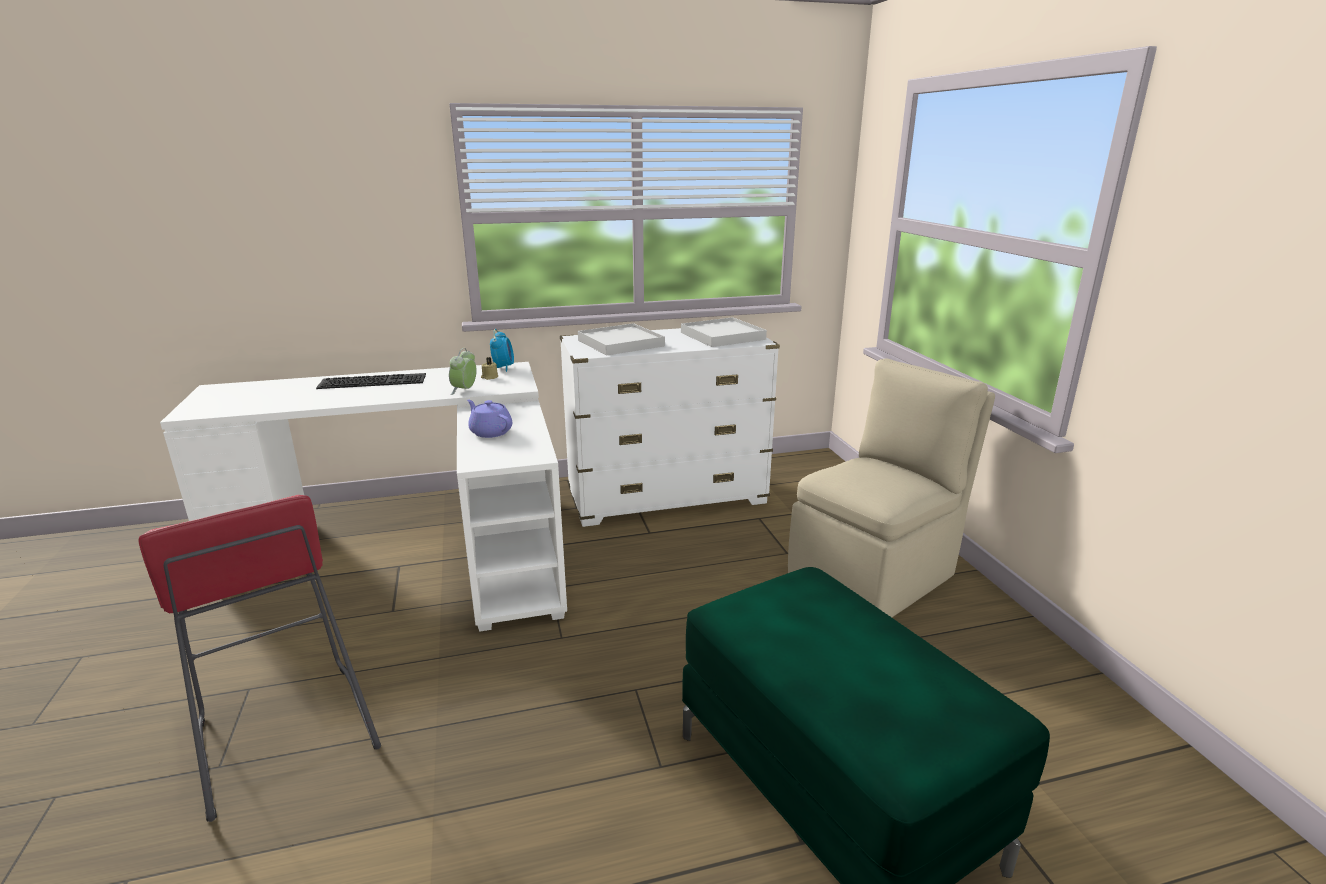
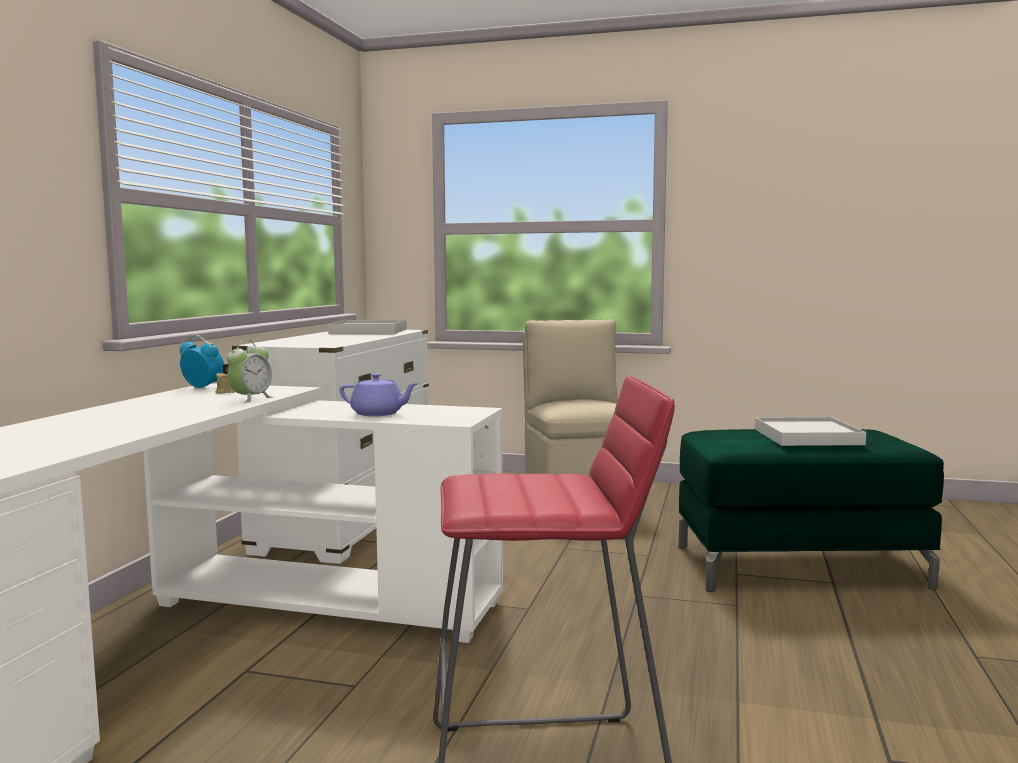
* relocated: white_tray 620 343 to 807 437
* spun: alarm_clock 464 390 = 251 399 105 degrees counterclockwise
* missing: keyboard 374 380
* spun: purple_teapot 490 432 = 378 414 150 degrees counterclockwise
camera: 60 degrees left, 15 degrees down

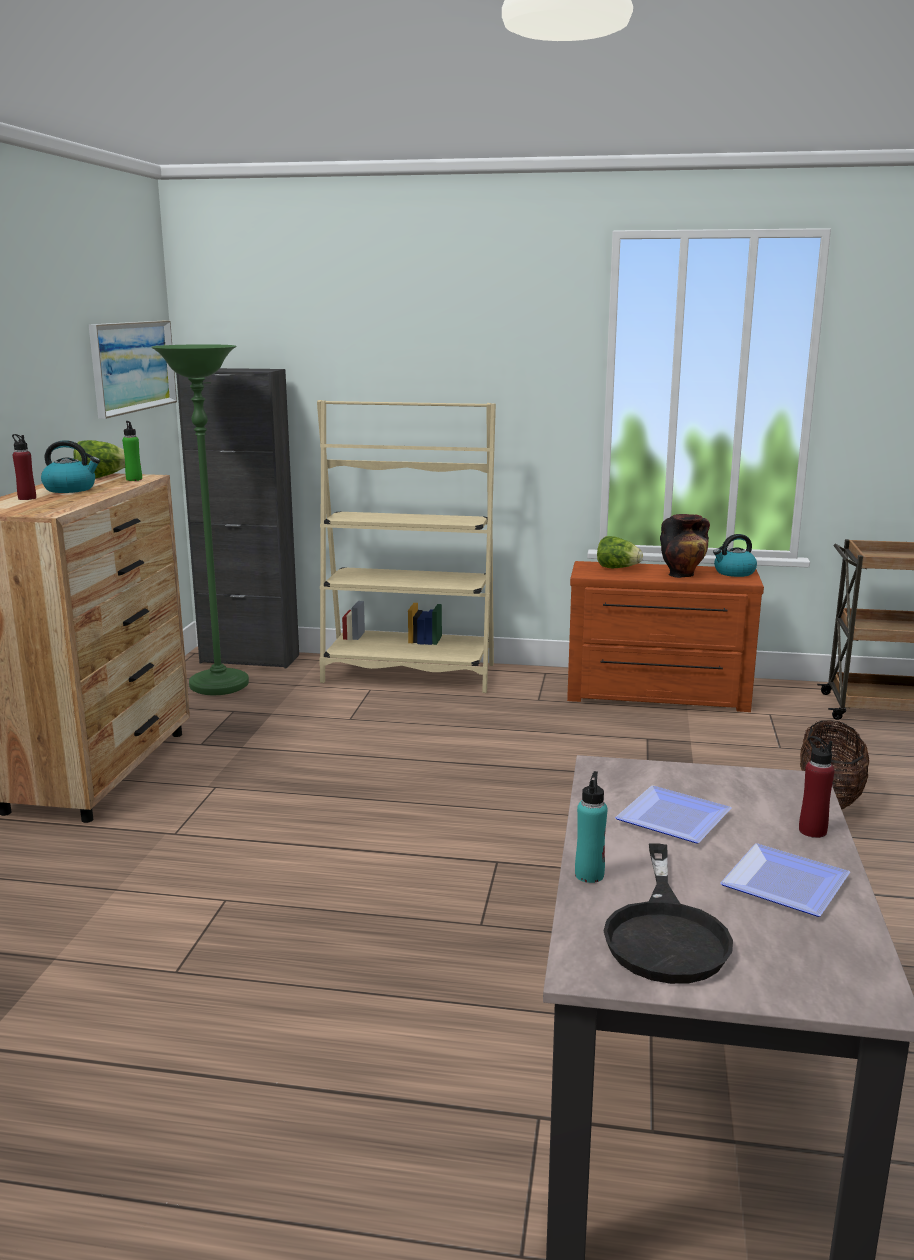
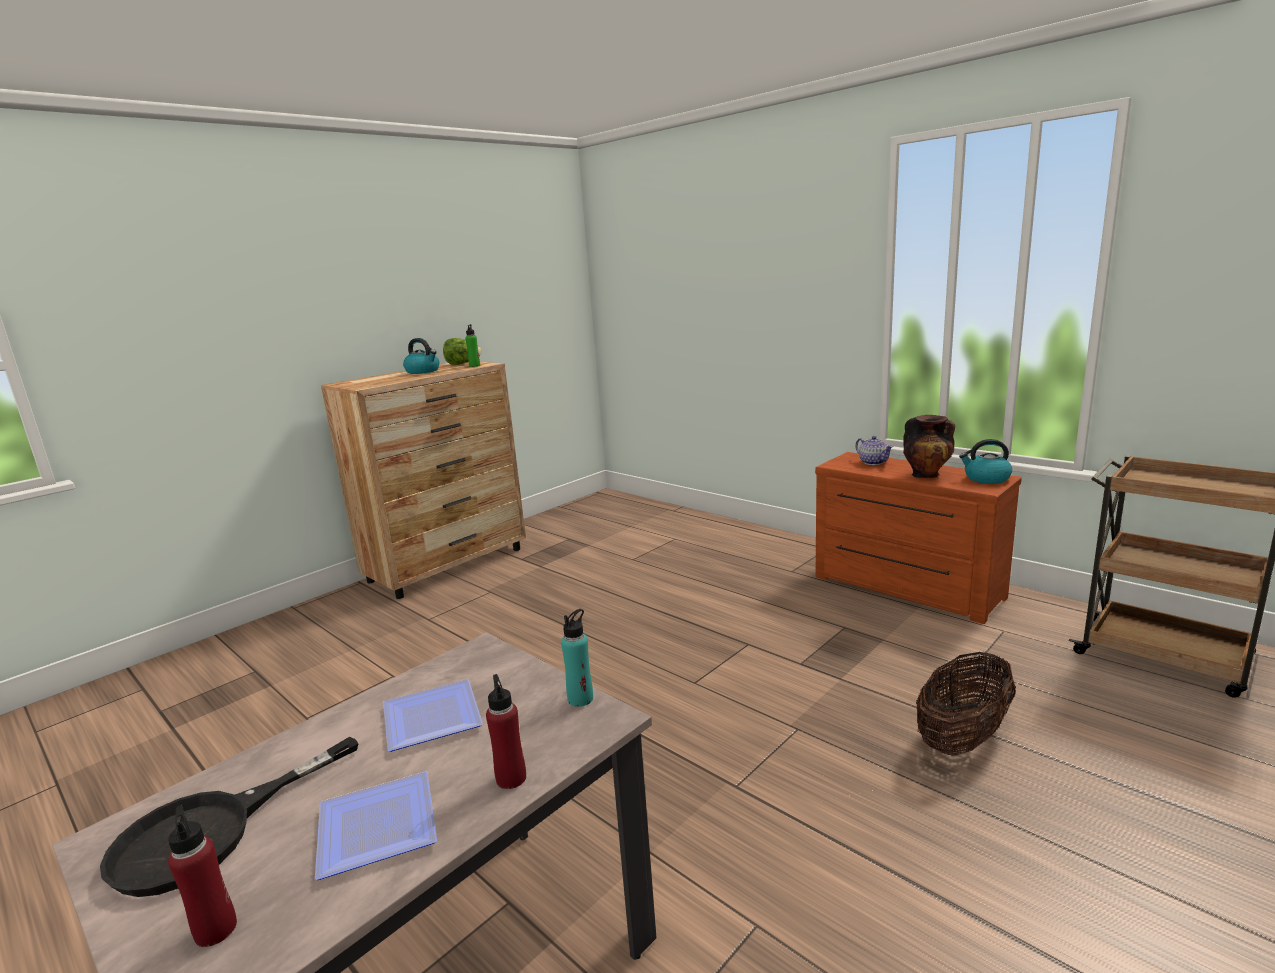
* missing: picture 132 366
* missing: green_floor_lamp 219 686
* missing: black_cabinet 249 659
* missing: beige_bookcase 409 674
* relocated: red_bottle 27 498 to 216 929
* exchanged: lettuce 617 568 to teapot 873 462
* relocated: turquoise_bottle 589 875 to 580 699
camera: 35 degrees right, 0 degrees up

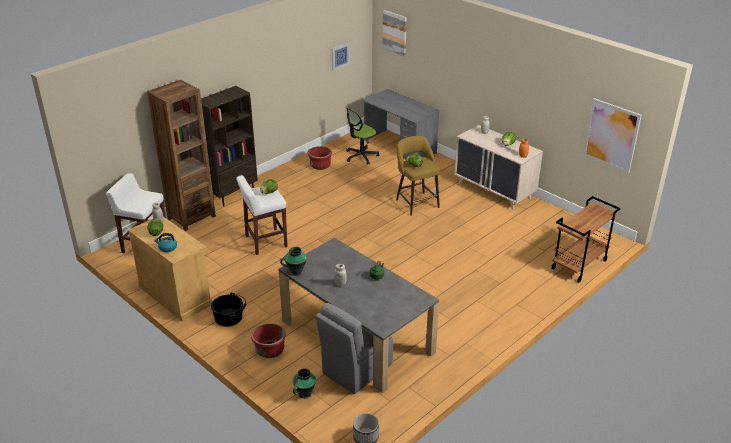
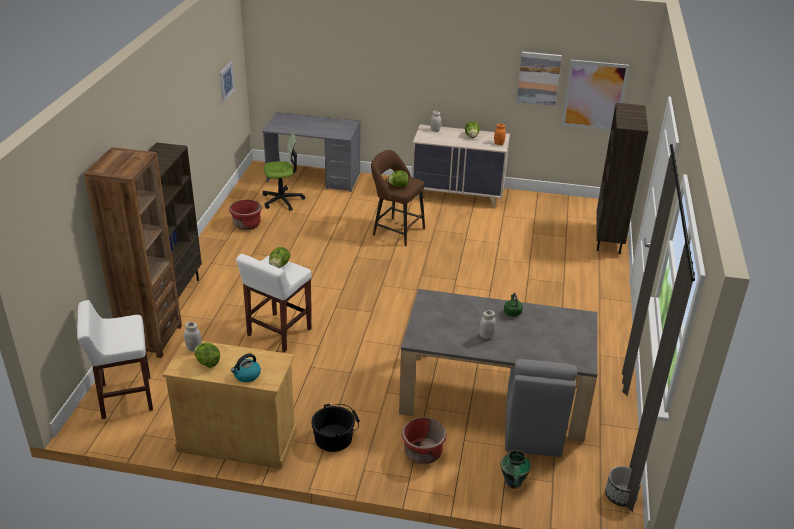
* relocated: picture 395 32 to 538 78
* spun: office_chair 361 156 = 282 200 120 degrees counterclockwise
* colour: yellow_stool 416 202 to brown_stool 396 231
* exchanged: brown_cart 579 265 to brown_bookcase 608 240
* missing: vase 295 272
camera: 35 degrees left, 0 degrees up

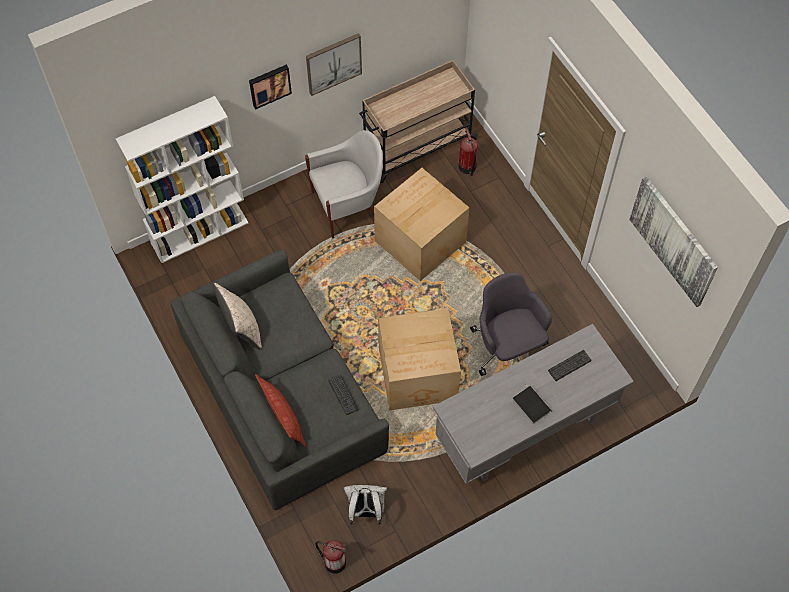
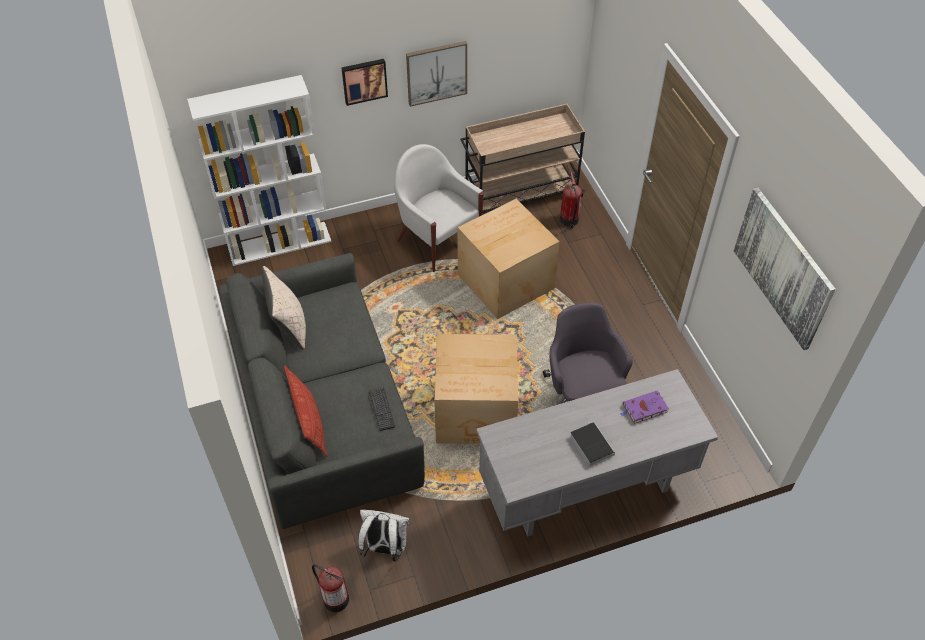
* spun: white_armchair 348 206 = 437 240 120 degrees counterclockwise
* exchanged: keyboard 569 365 to purple_book 644 409
camera: 10 degrees right, 10 degrees down

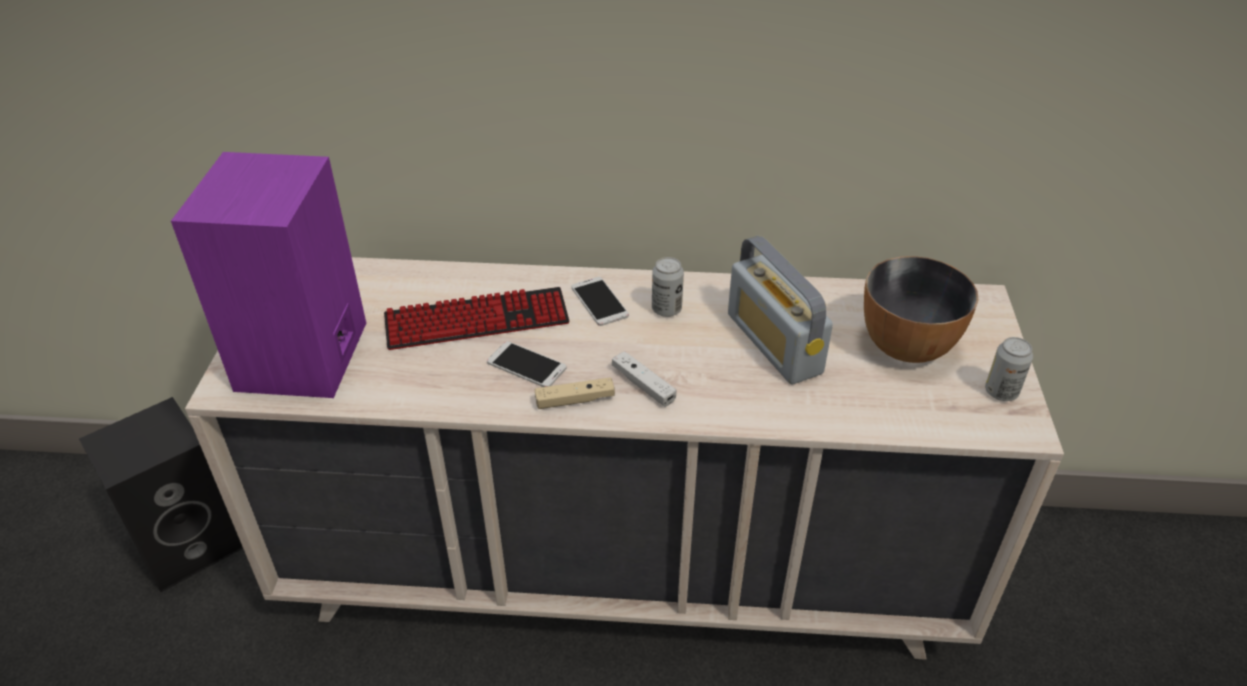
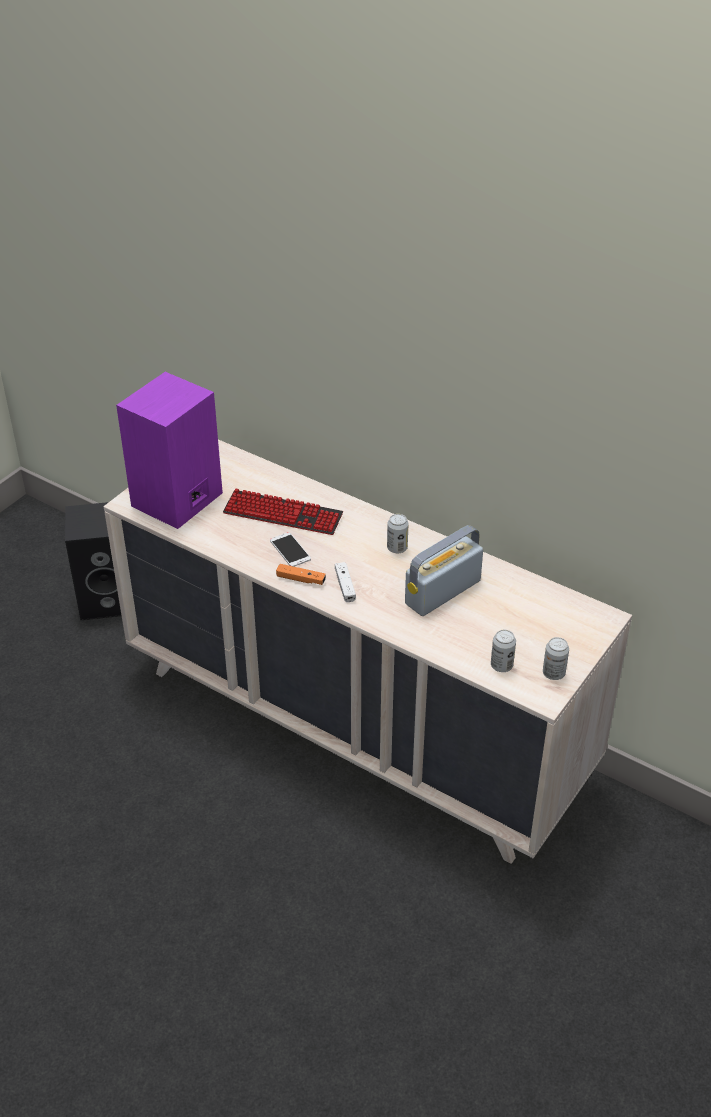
* spun: radio 774 343 = 442 592 45 degrees clockwise
* missing: bowl 907 346
* missing: phone 599 302
* colour: beige_game_controller 575 400 to orange_game_controller 301 579
* appeared: can 501 666
camera: 30 degrees right, 0 degrees up

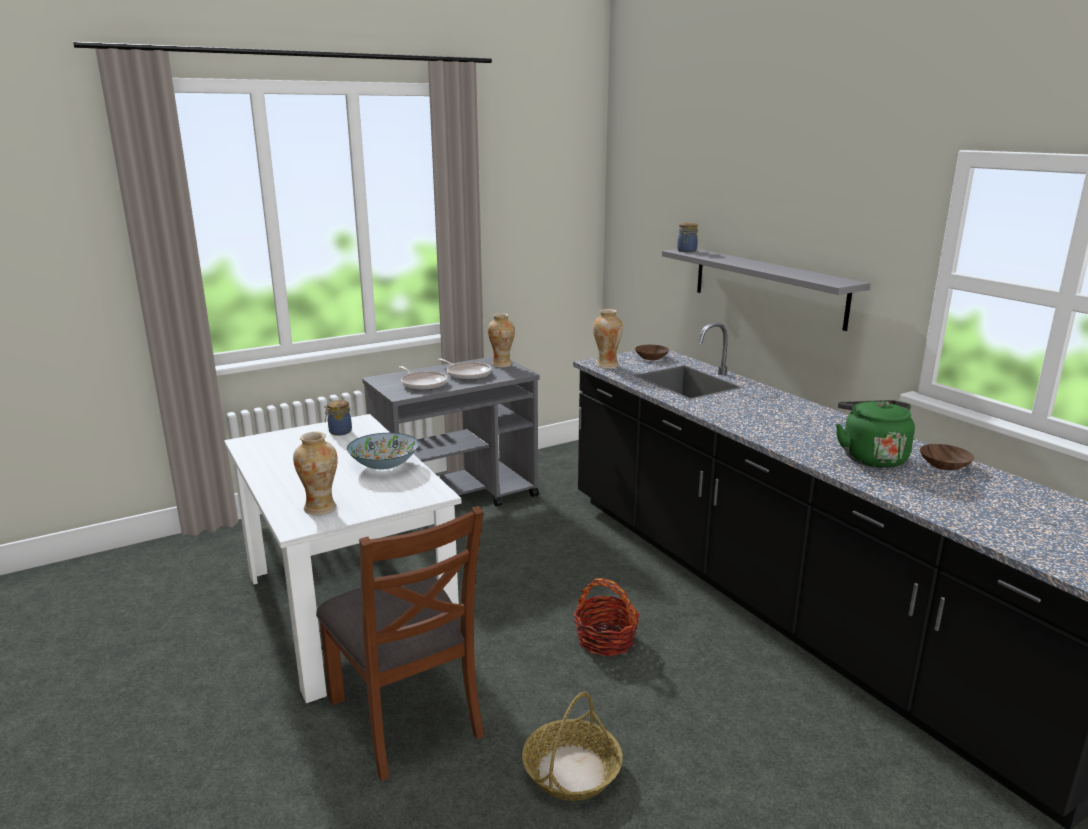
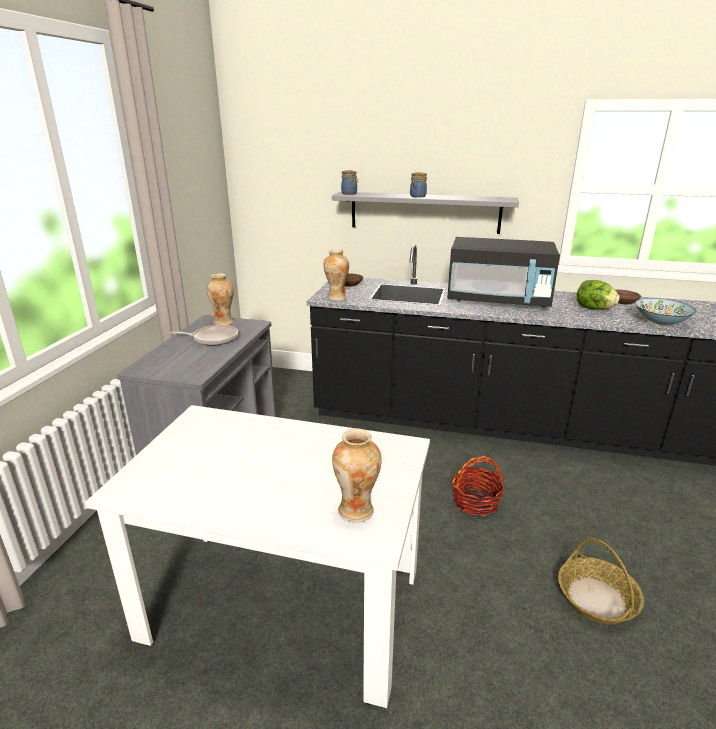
* missing: frying_pan 423 384
* relocated: jar 339 432 to 417 196
* exchanged: green_kettle 871 457 to lettuce 593 308
* relocated: bowl 384 465 to 661 322
* missing: brown_chair 407 716
* appeared: black_microwave 498 300
camera: 45 degrees left, 5 degrees up

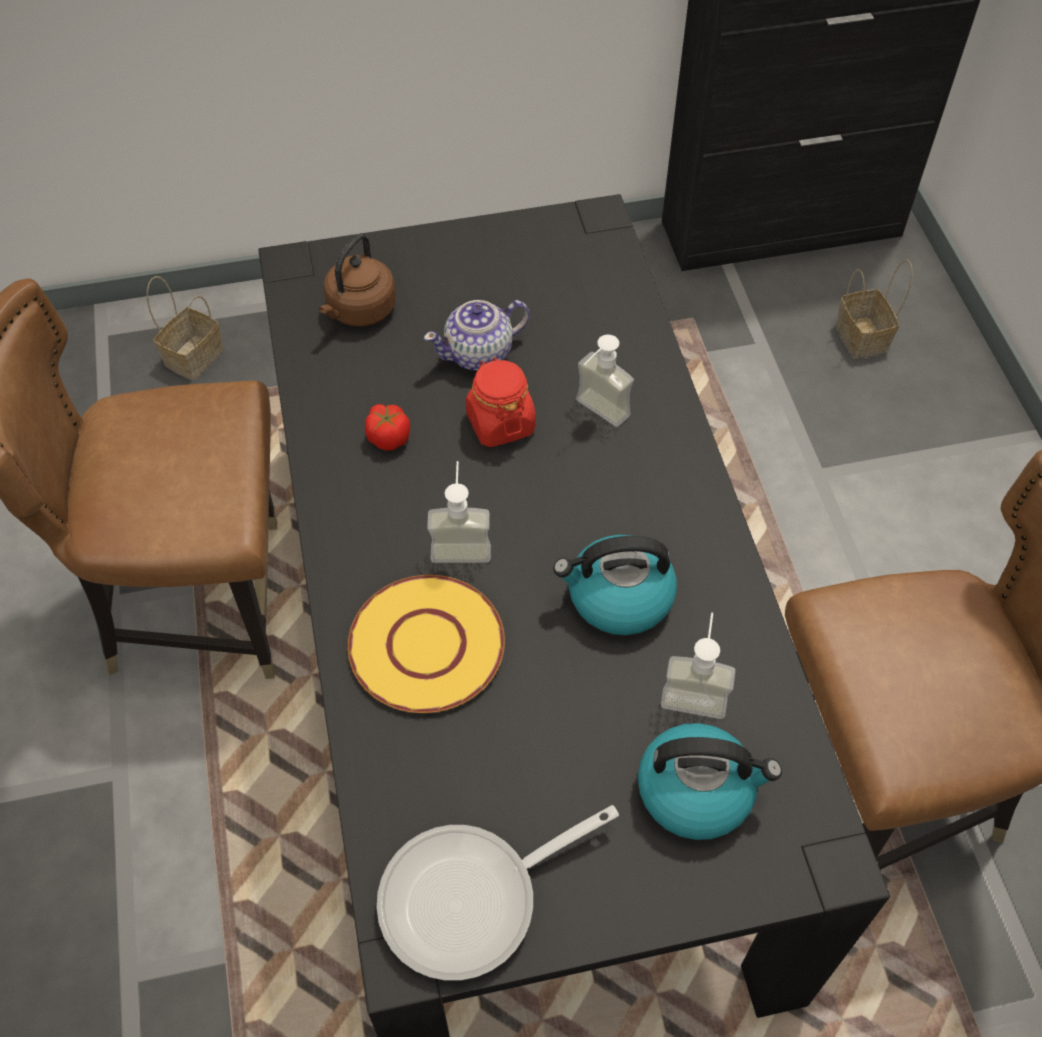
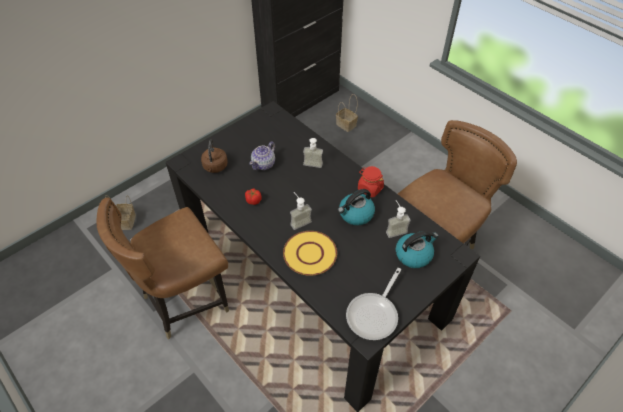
* relocated: red_jar 500 423 to 370 189
camera: 30 degrees left, 5 degrees down

